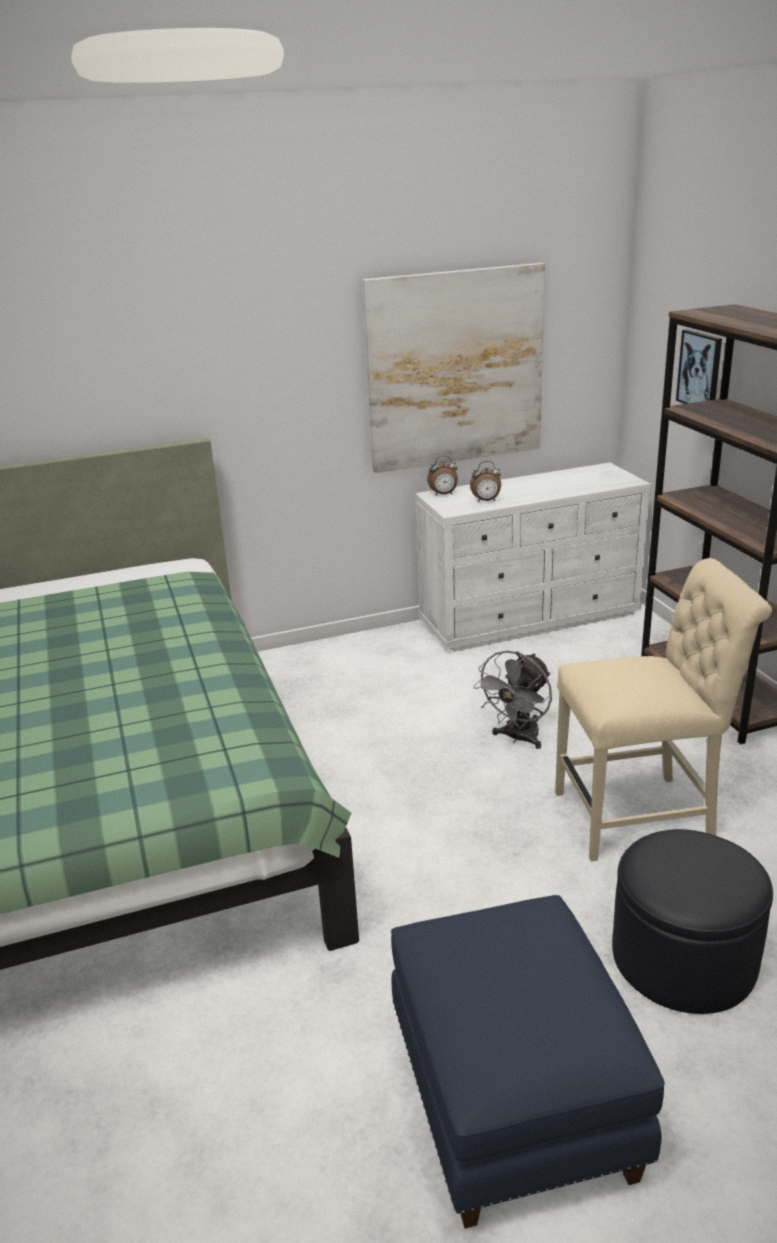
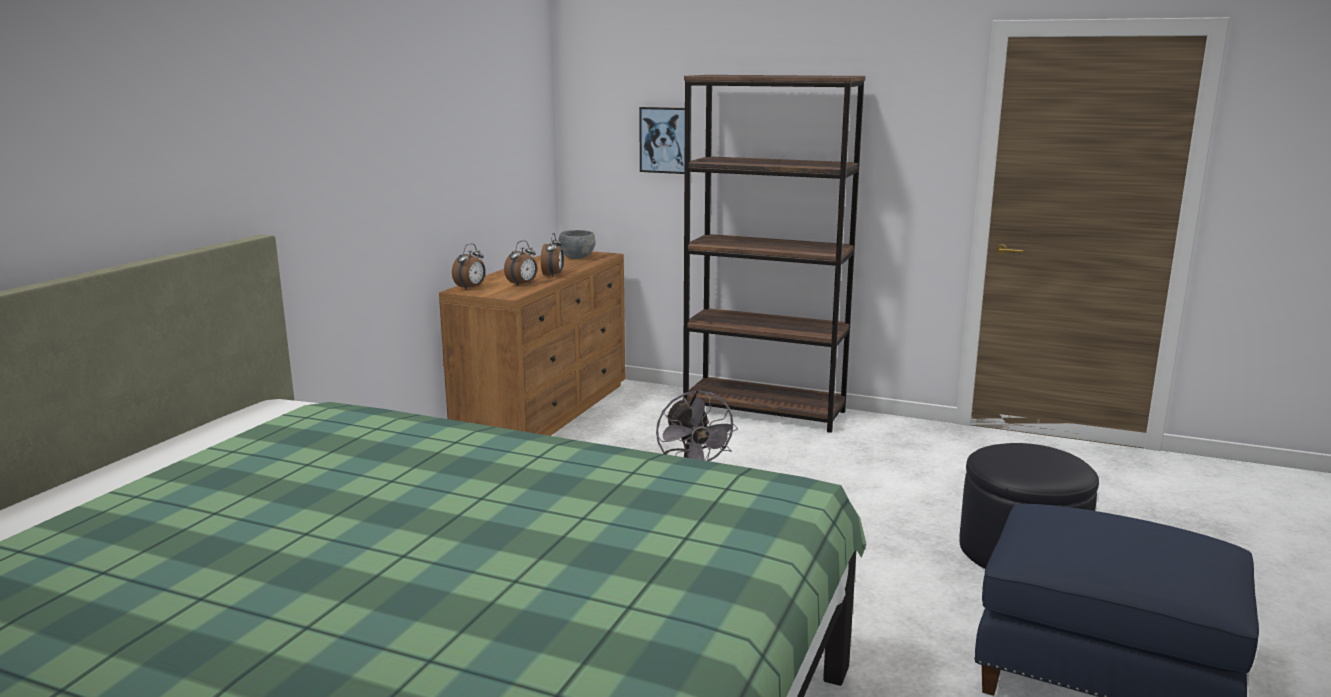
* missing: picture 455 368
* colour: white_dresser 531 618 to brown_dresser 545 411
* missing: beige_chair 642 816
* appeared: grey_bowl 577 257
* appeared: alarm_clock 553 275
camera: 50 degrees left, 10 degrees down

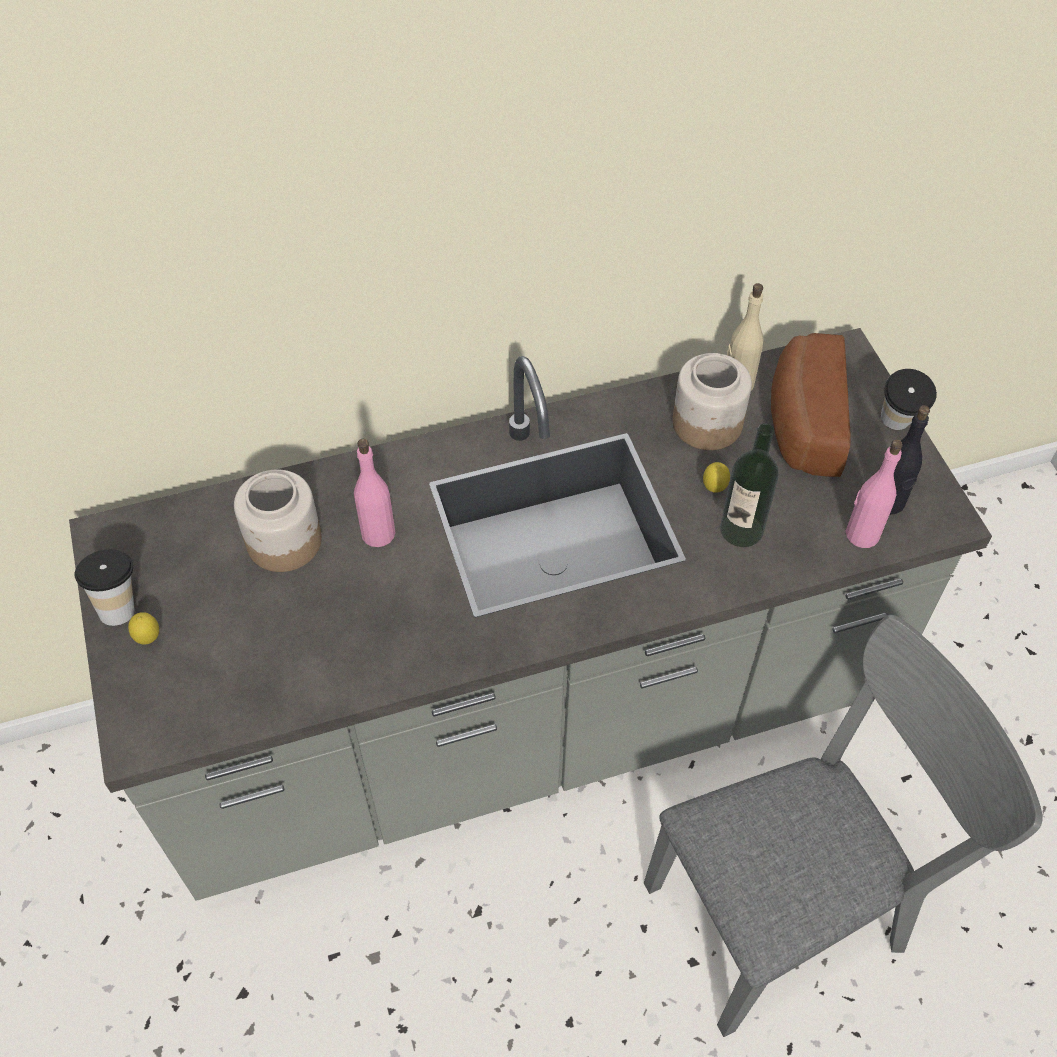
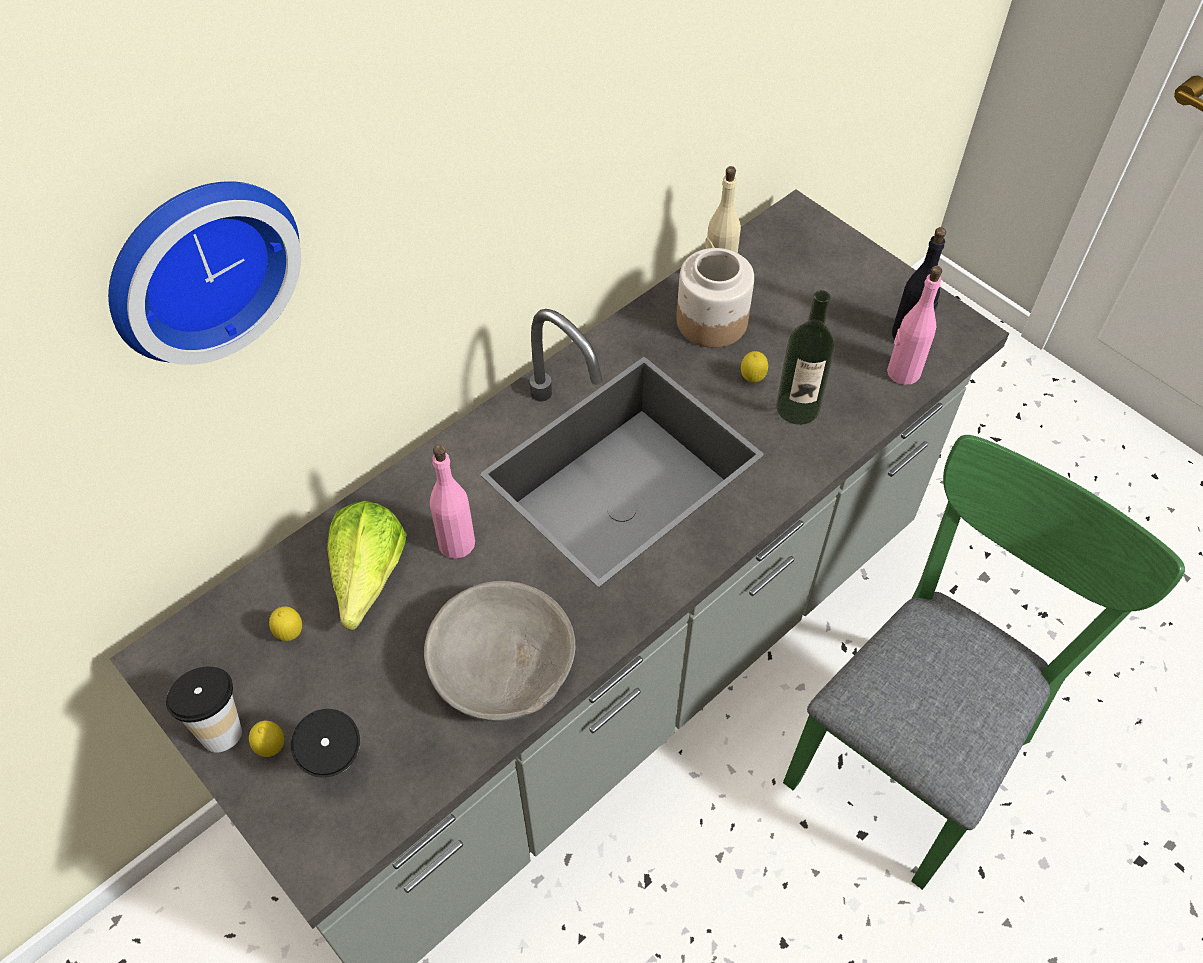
* missing: bread 801 423
* relocated: cup 896 427 to 338 769
* exchanged: jar 285 541 to lettuce 364 588
* colour: grey_chair 790 906 to green_chair 917 745
* appeared: wall_clock 198 265
* appeared: grey_bowl 502 666
* appeared: lemon 290 634
camera: 25 degrees left, 0 degrees up

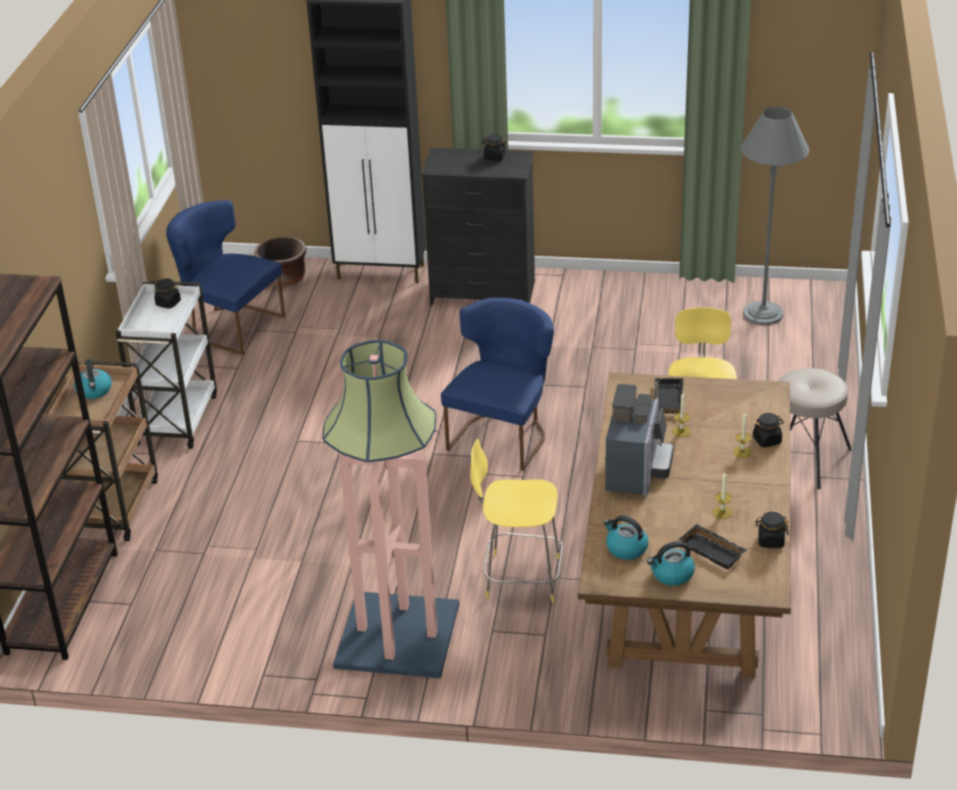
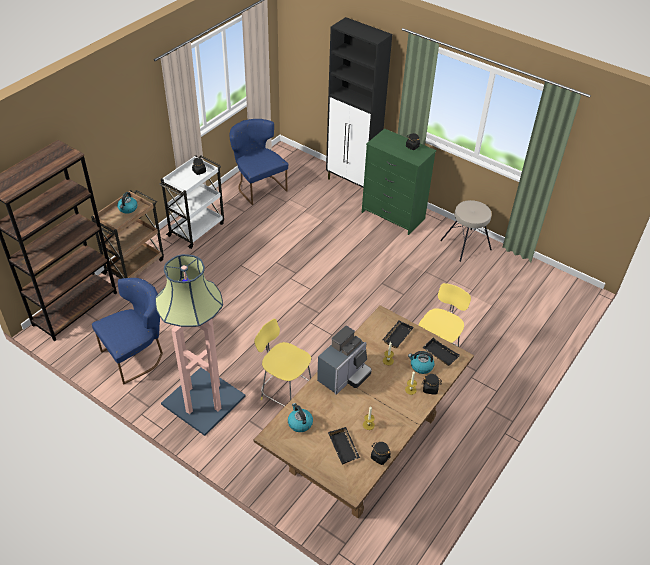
* missing: grey_floor_lamp 763 314
* colour: black_dresser 482 293 to green_dresser 393 215
* missing: brown_planter 283 278
* relocated: blue_chair 503 435 to 137 355
* relocated: beige_stool 805 458 to 466 245
* relocated: kettle 671 575 to 421 366
* appeared: black_tray 439 354
camera: 25 degrees right, 10 degrees up

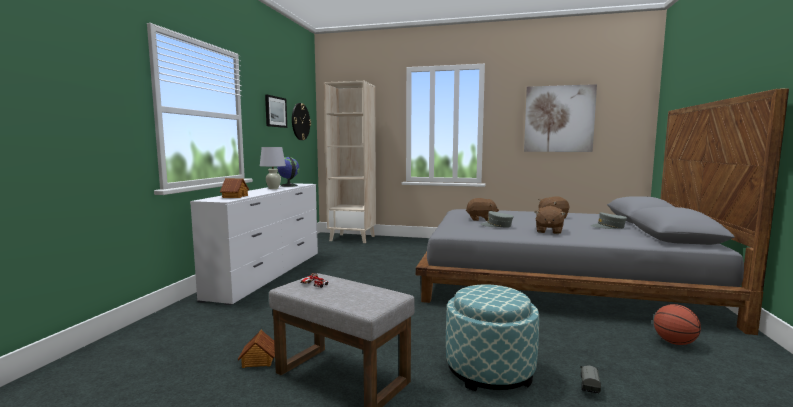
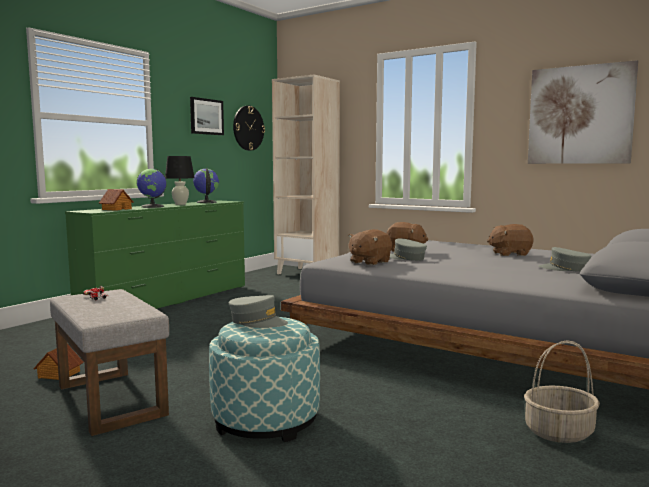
* colour: white_table_lamp 273 188 to black_table_lamp 180 204
* colour: white_dresser 269 273 to green_dresser 169 301
* relocated: brown_plush_toy 548 231 to 369 262
* exchanged: basketball 674 342 to basket 559 432
* missing: toy_truck 589 385
* appeared: globe 153 207
* appeared: grey_cap 257 322
camera: 20 degrees right, 0 degrees up

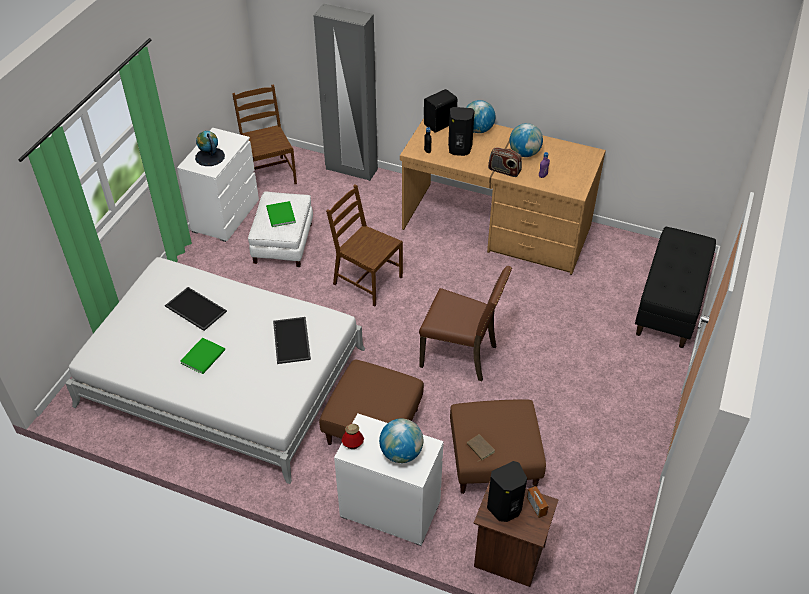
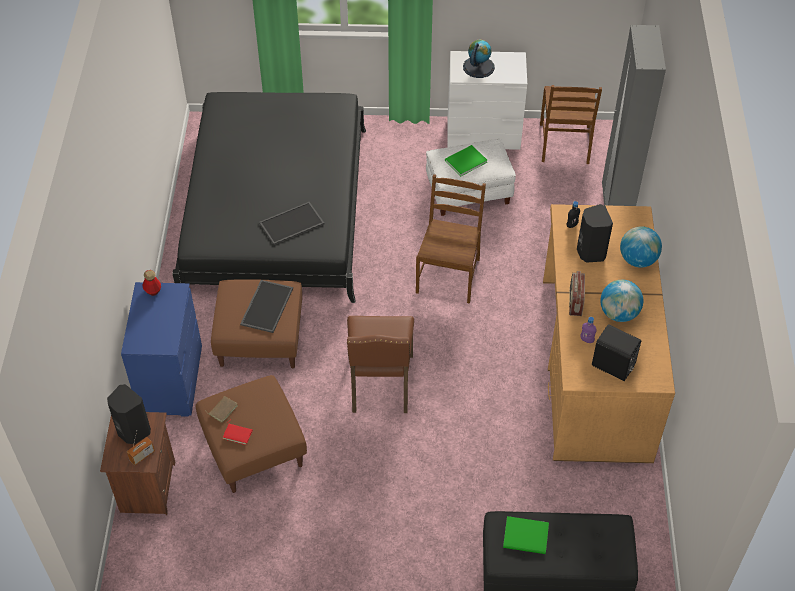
* spun: brown_chair 269 174 = 565 144 135 degrees clockwise
* relocated: black_speaker 440 124 to 613 366
* colour: white_bed 222 377 to black_bed 275 210
* relocated: tray 194 309 to 266 305
* relocated: green_book 204 356 to 527 537
* colour: white_dresser 389 509 to blue_dresser 171 380
* missing: globe 401 453
* appeared: red_book 238 434
camera: 70 degrees right, 5 degrees up

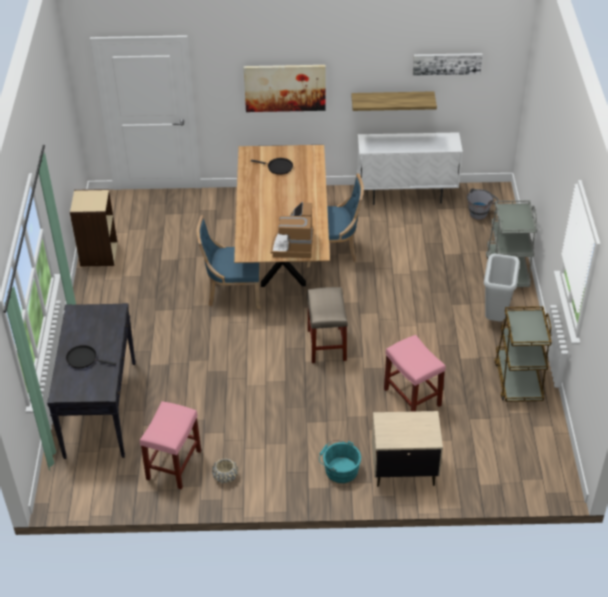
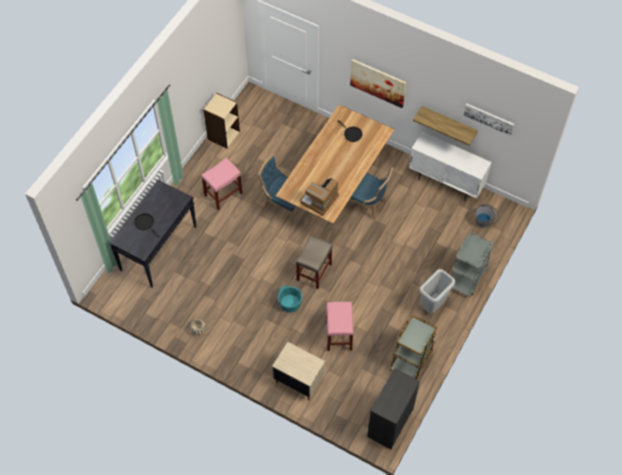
* relocated: pink_stool 174 464 to 223 194
* relocated: turquoise_bucket 339 469 to 289 302
* appeared: black_dresser 390 422
camera: 30 degrees right, 15 degrees up

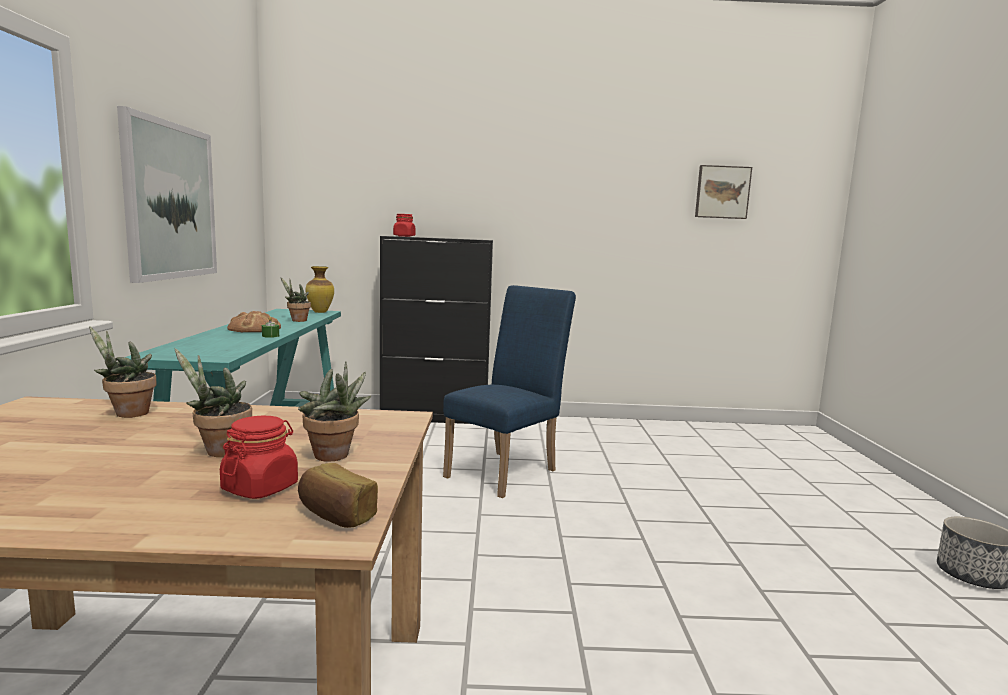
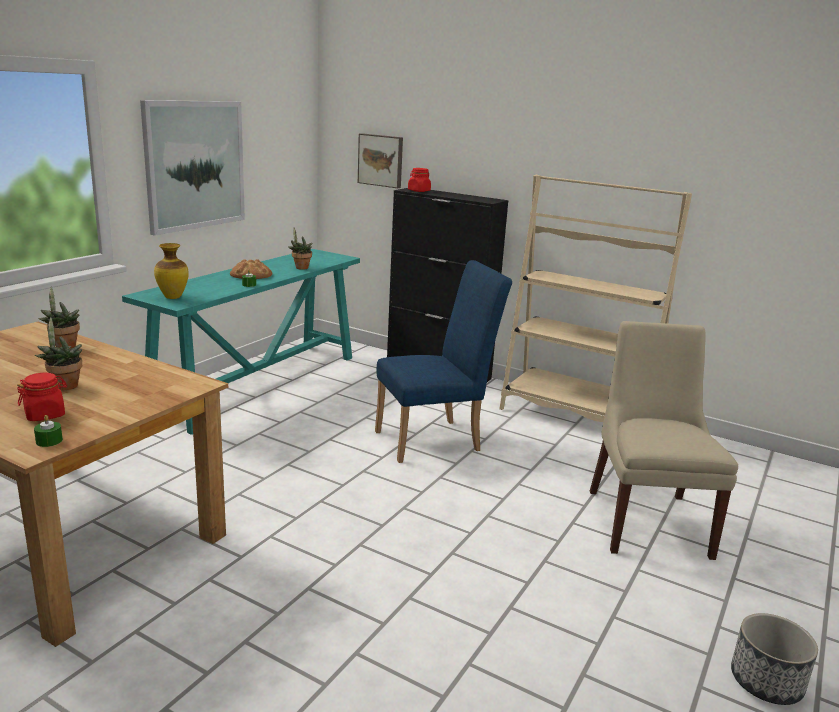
* relocated: picture 722 192 to 381 160
* relocated: vase 319 312 to 172 297
* missing: potted_plant 334 457
* exchanged: bread 335 515 to green_candle 49 441
* appeared: beige_bookcase 576 415
* appeared: beige_chair 646 520
camera: 30 degrees right, 10 degrees up

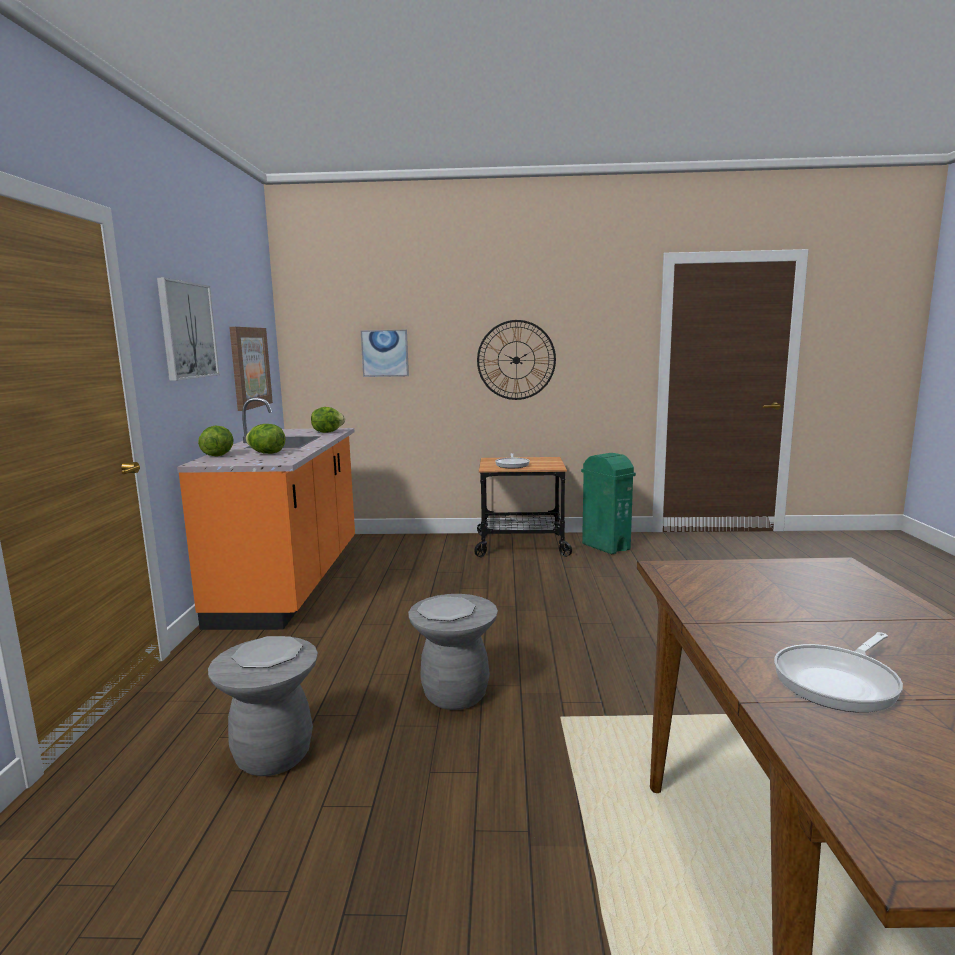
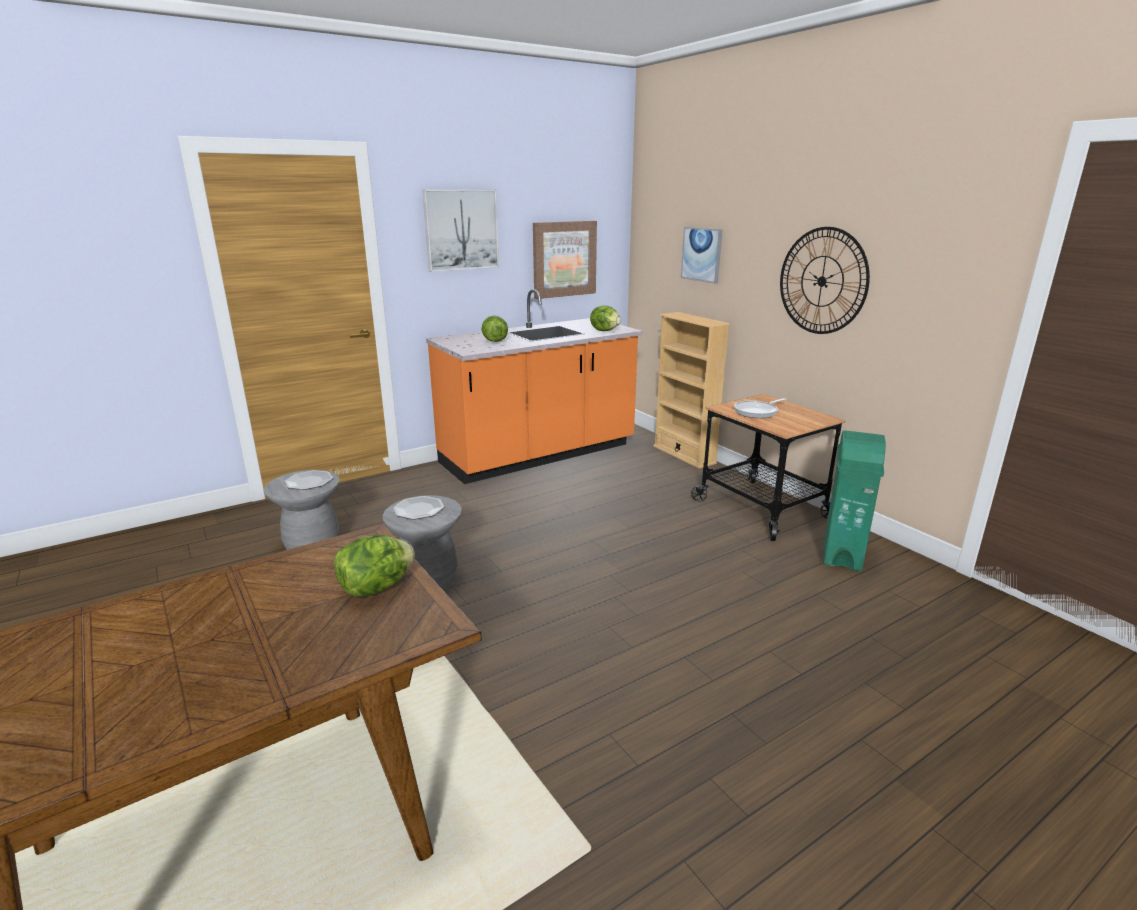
* relocated: lettuce 218 455 to 376 588
* missing: frying_pan 839 682
* appeared: beige_bookcase 684 454
camera: 55 degrees right, 10 degrees up

